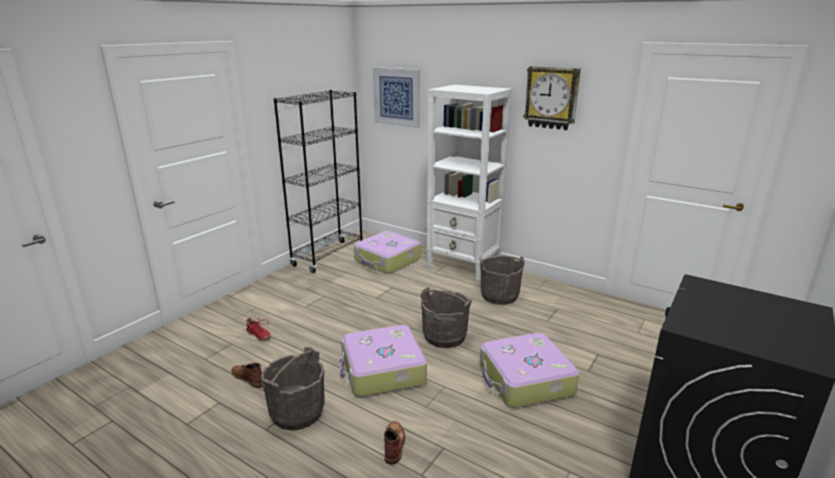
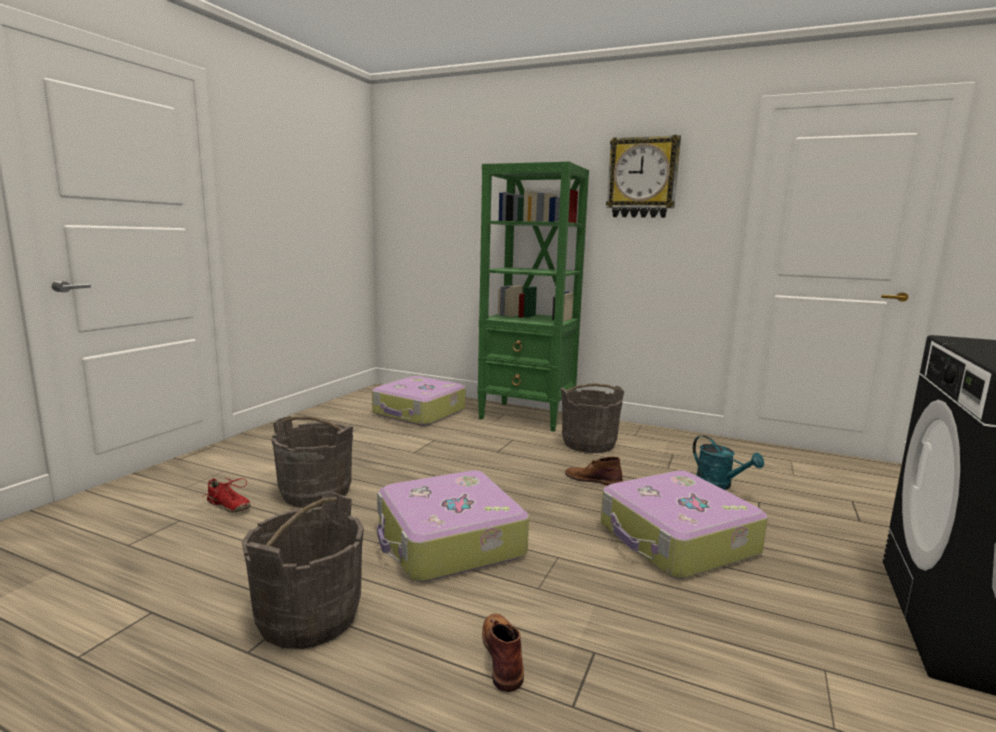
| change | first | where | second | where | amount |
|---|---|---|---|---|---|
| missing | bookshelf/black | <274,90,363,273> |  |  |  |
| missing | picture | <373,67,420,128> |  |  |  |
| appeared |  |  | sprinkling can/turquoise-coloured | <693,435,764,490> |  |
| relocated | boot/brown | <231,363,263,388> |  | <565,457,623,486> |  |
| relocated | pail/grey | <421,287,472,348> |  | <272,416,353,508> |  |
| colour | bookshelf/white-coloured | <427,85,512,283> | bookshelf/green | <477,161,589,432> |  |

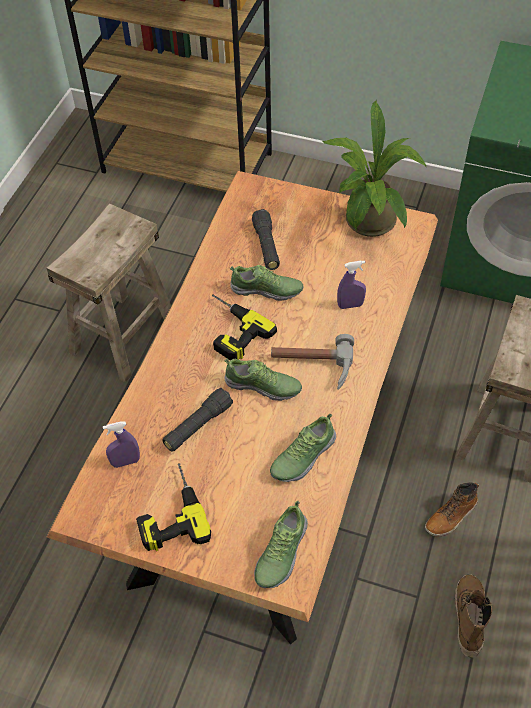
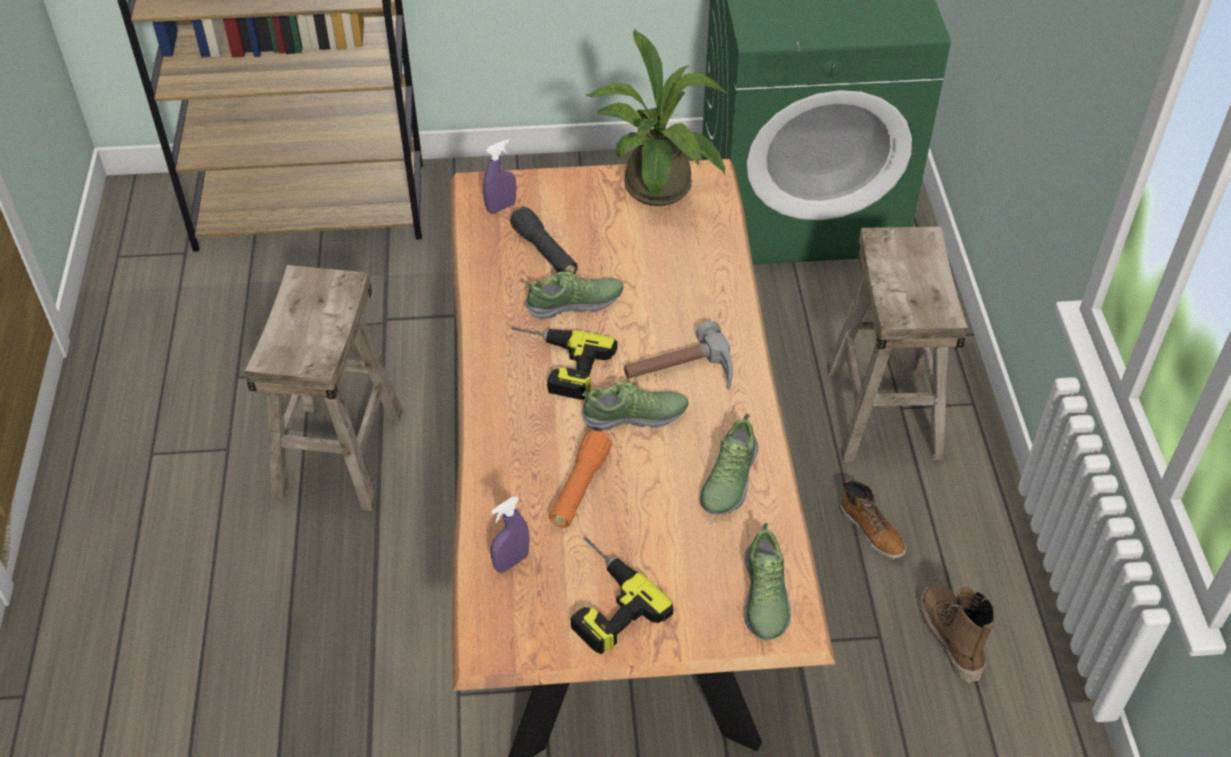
| change | first | where | second | where | amount |
|---|---|---|---|---|---|
| relocated | sprayer/purple-coloured | <337,260,366,309> |  | <483,140,516,213> |  |
| colour | hand torch/black | <162,388,233,451> | hand torch/orange-coloured | <549,430,612,528> |  |
| spun | boot | <425,482,479,537> |  | <839,480,906,559> | 60 degrees counterclockwise |

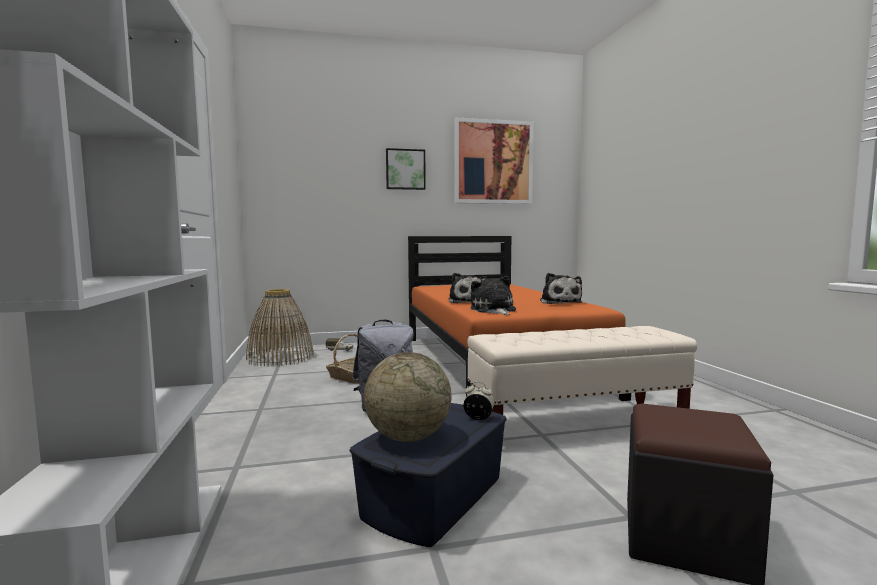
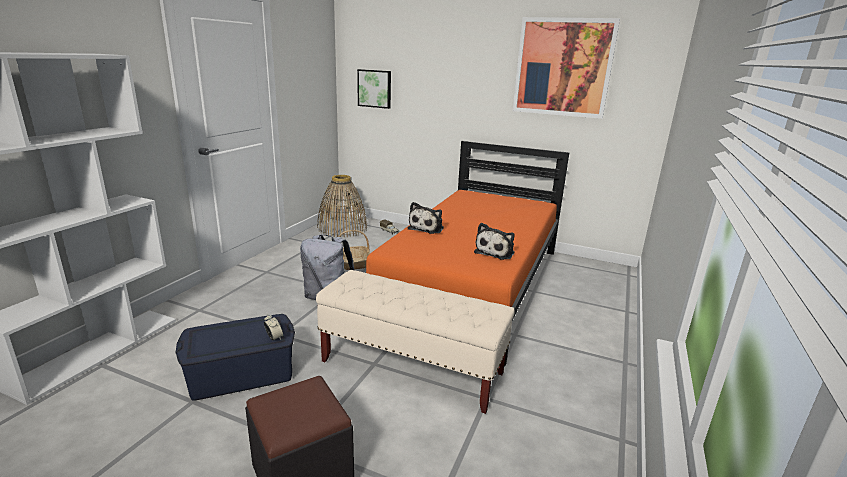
| change | first | where | second | where | amount |
|---|---|---|---|---|---|
| missing | world globe | <364,352,452,442> |  |  |  |
| missing | cuddly toy | <471,276,516,315> |  |  |  |
| relocated | picture | <386,148,426,190> |  | <357,69,391,109> |  |

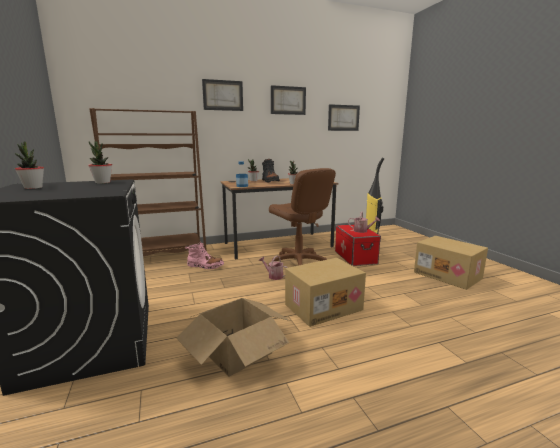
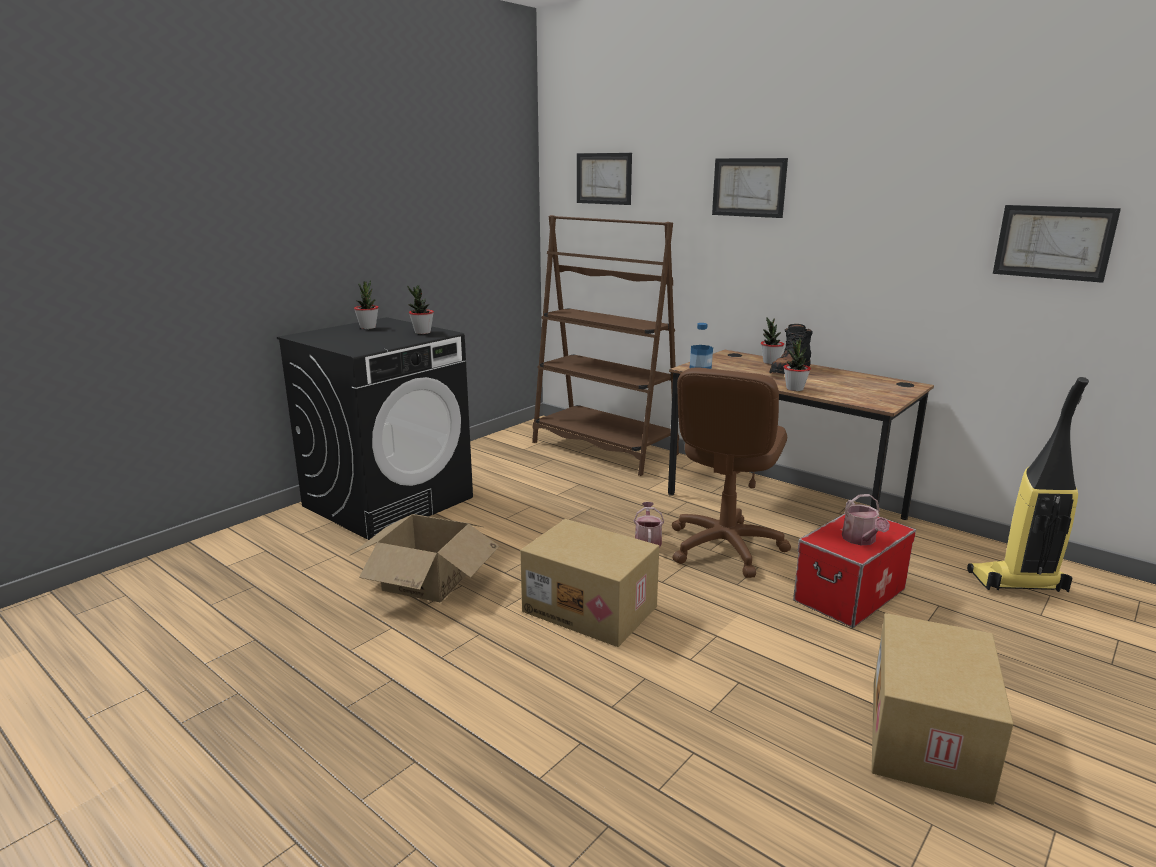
| change | first | where | second | where | amount |
|---|---|---|---|---|---|
| missing | boot/pink-coloured | <185,242,224,269> |  |  |  |
| relocated | picture | <271,85,306,115> |  | <577,153,632,205> |  |

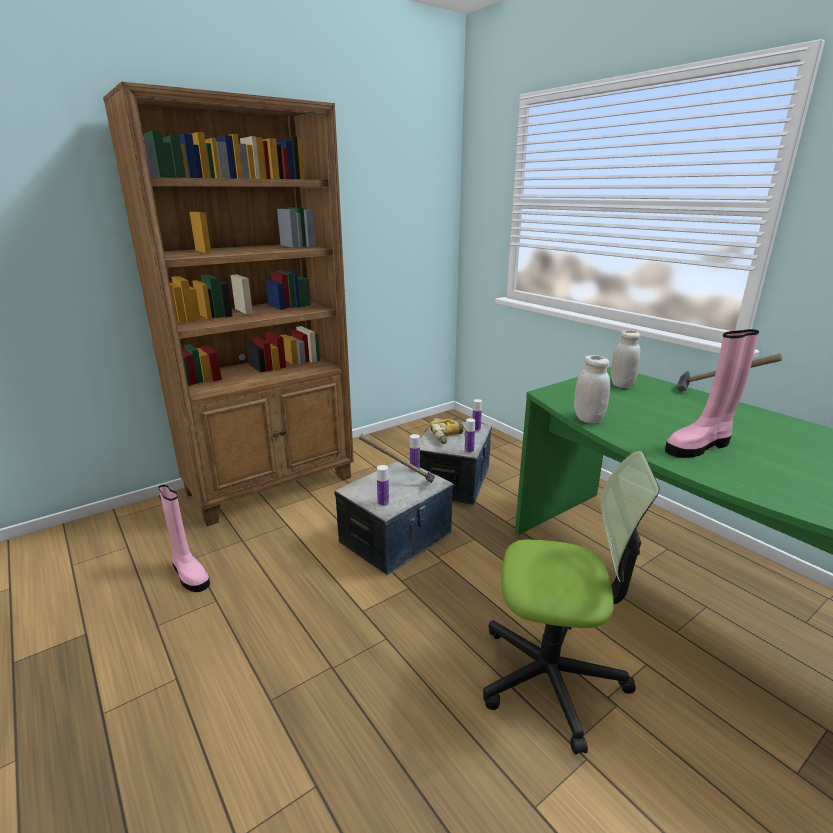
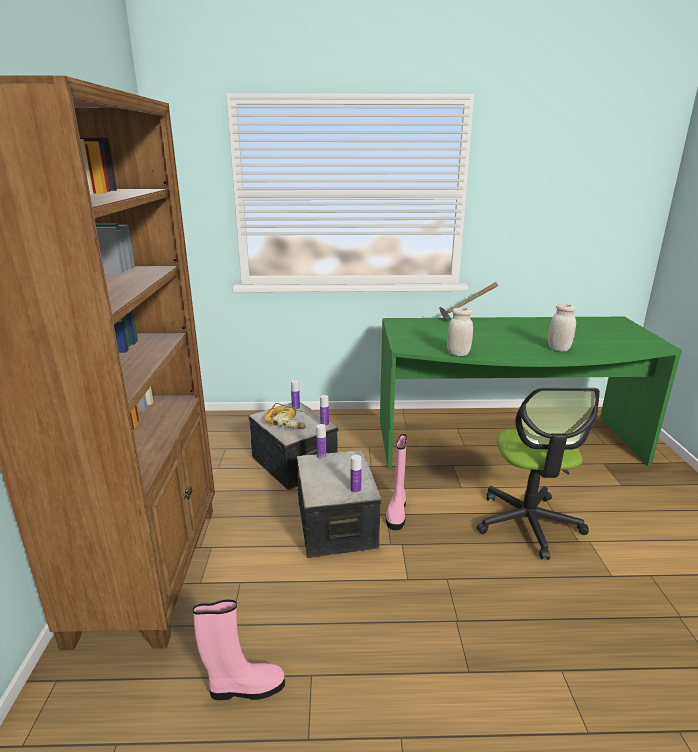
| change | first | where | second | where | amount |
|---|---|---|---|---|---|
| missing | hand hammer | <359,434,435,483> |  |  |  |
| relocated | preserve jar/white-coloured | <611,330,640,388> |  | <548,304,576,352> |  |
| relocated | boot/pink-coloured | <665,329,759,458> |  | <386,434,407,530> |  |
| spun | computer chair | <483,451,660,754> |  | <476,387,600,560> | 135 degrees clockwise |

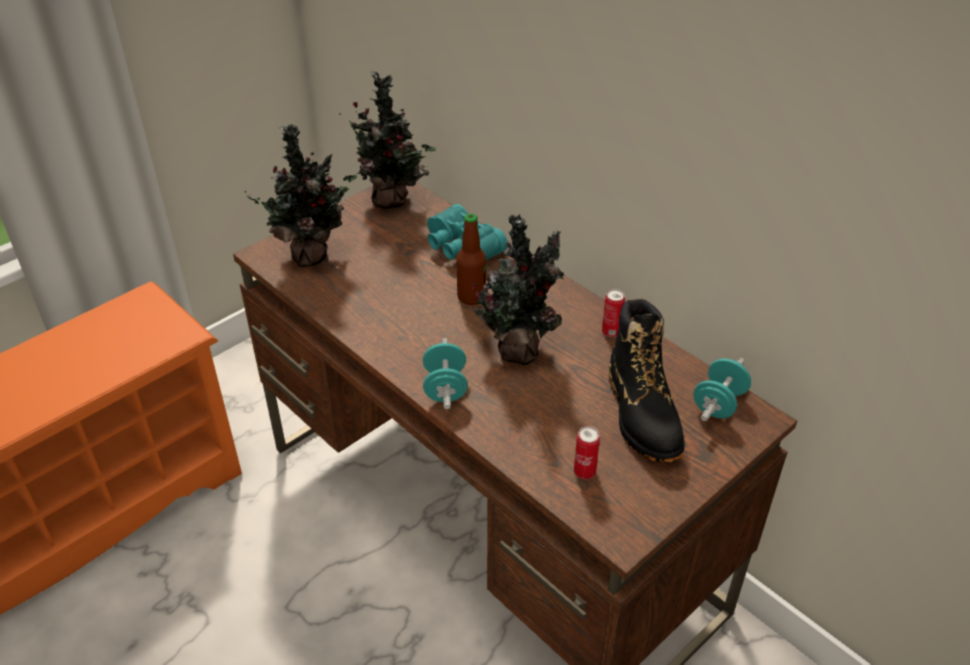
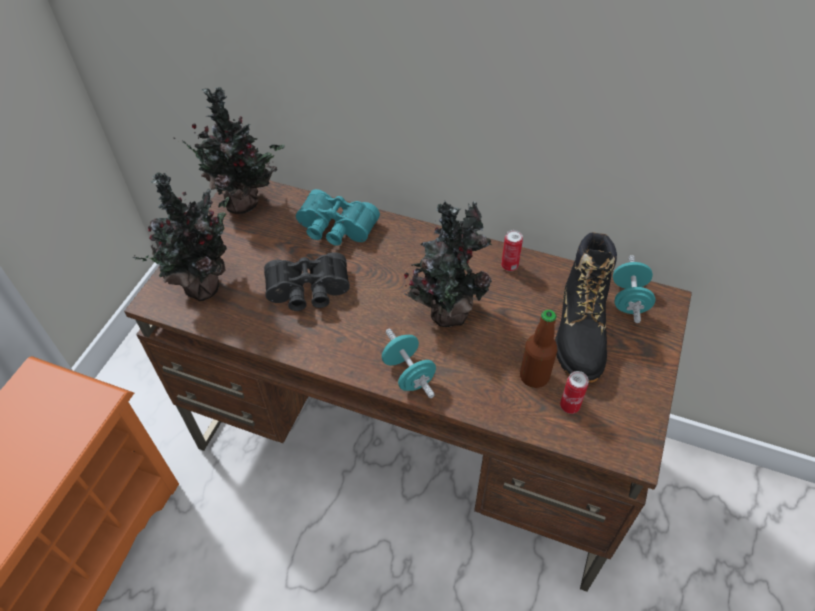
| change | first | where | second | where | amount |
|---|---|---|---|---|---|
| appeared |  |  | field glasses/black | <264,252,350,311> |  |
| relocated | bottle | <456,213,486,305> |  | <520,310,558,388> |  |
| spun | boot/black | <609,299,685,463> |  | <555,232,617,382> | 45 degrees clockwise |

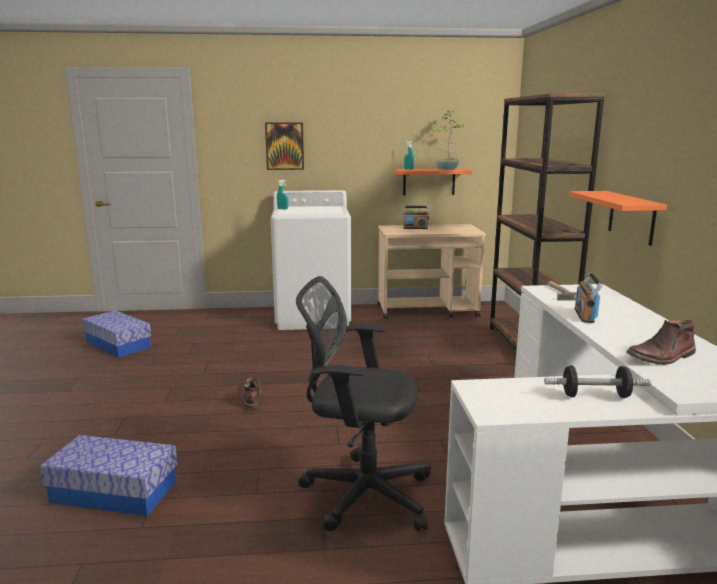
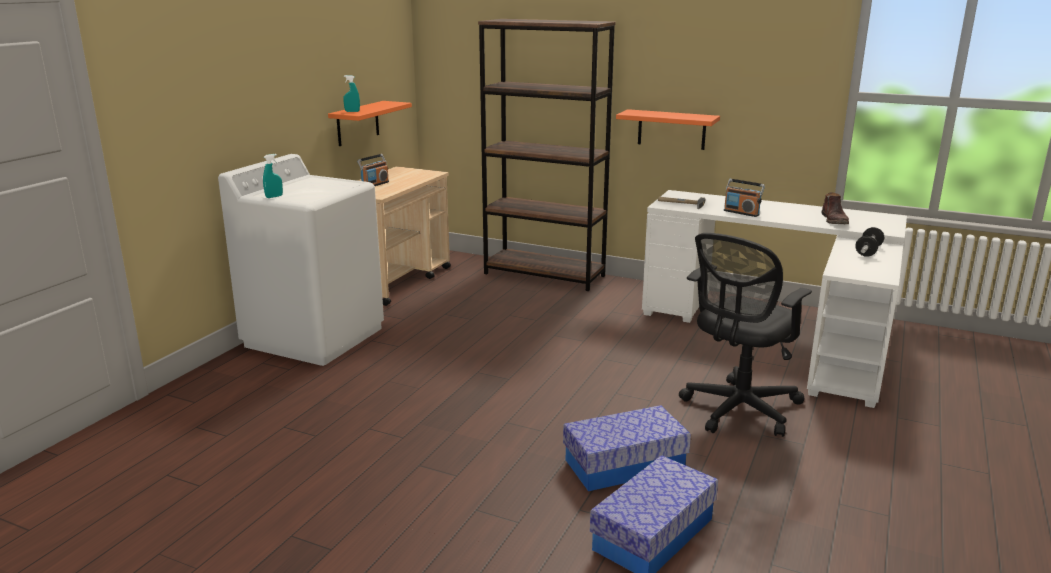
| change | first | where | second | where | amount |
|---|---|---|---|---|---|
| missing | boot/brown | <242,377,262,409> |  |  |  |
| missing | picture | <265,122,304,170> |  |  |  |
| missing | plant in a pot | <430,111,464,170> |  |  |  |
| relocated | storage bin | <82,310,151,358> |  | <563,405,691,491> |  |

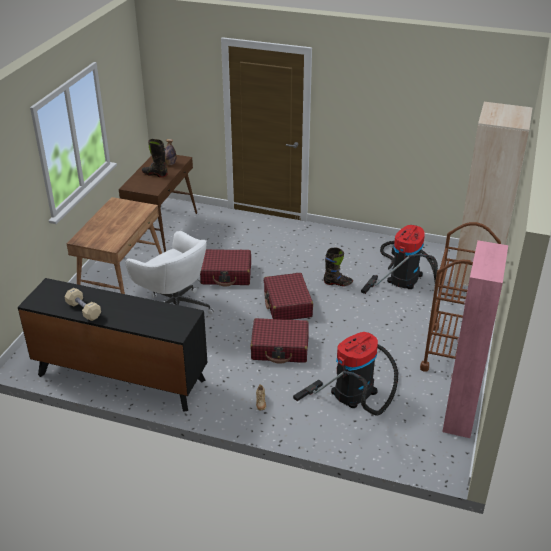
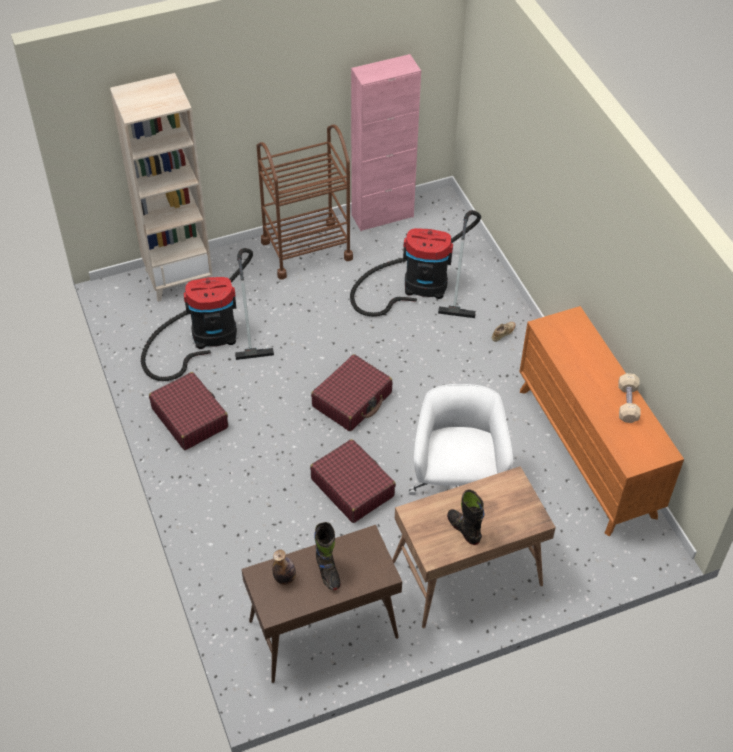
| change | first | where | second | where | amount |
|---|---|---|---|---|---|
| relocated | suitcase/red | <250,318,309,364> |  | <149,372,228,450> |  |
| relocated | boot/black | <323,248,353,286> |  | <447,490,484,545> |  |
| colour | chest of drawers/black | <18,278,208,412> | chest of drawers/orange-coloured | <519,306,684,536> |  |

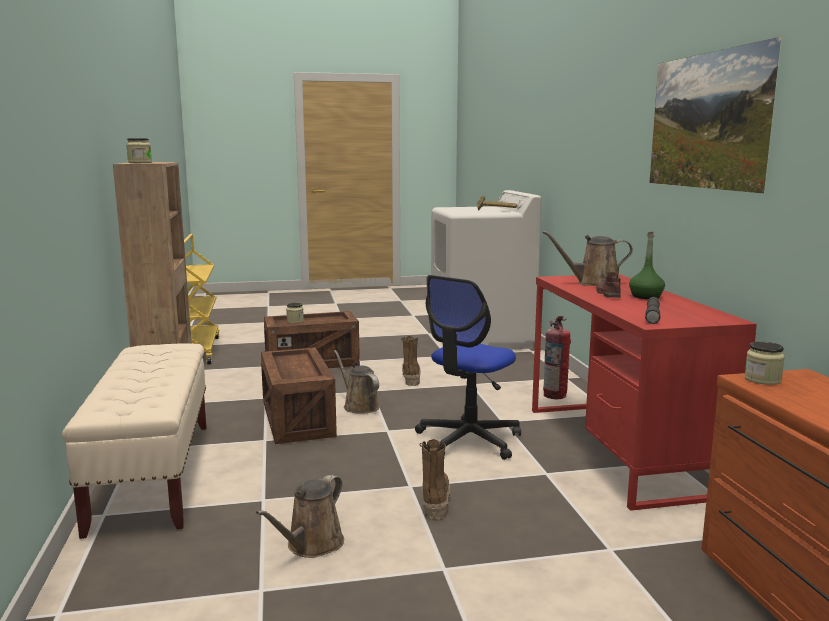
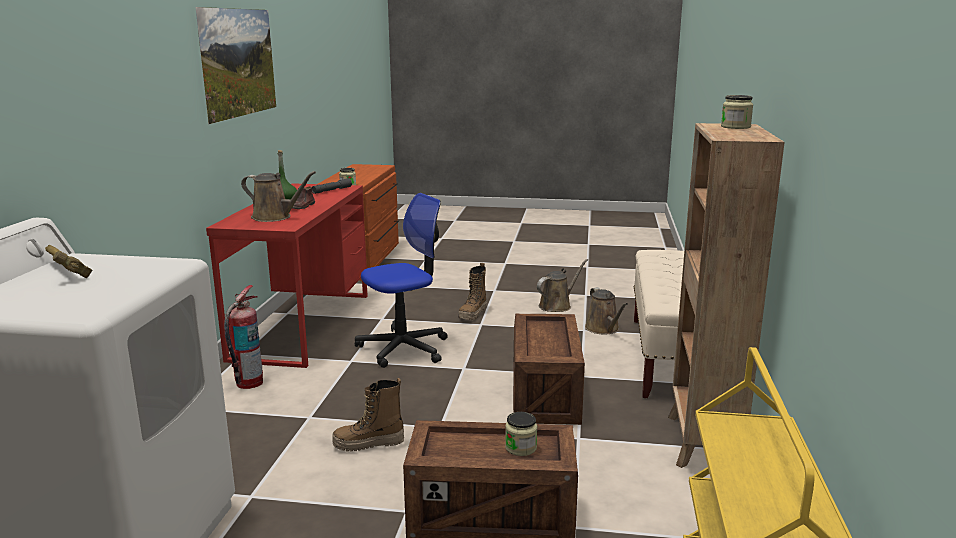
| change | first | where | second | where | amount |
|---|---|---|---|---|---|
| relocated | sprinkling can/brown | <334,350,380,414> |  | <585,287,628,334> |  |
| spun | boot | <401,336,421,386> |  | <332,378,404,452> | 60 degrees clockwise |

